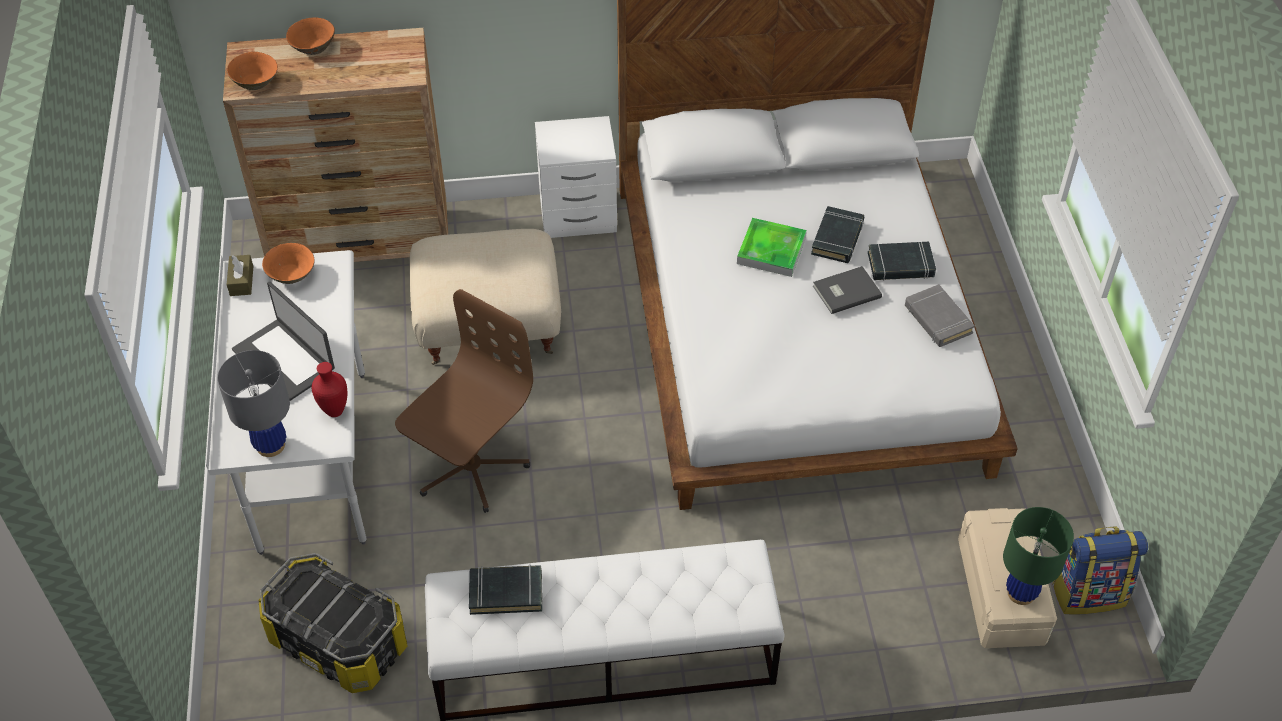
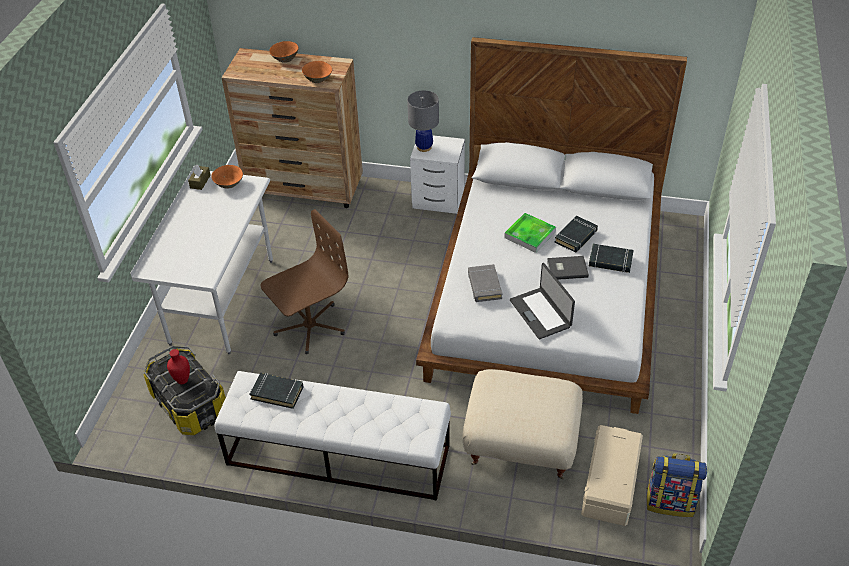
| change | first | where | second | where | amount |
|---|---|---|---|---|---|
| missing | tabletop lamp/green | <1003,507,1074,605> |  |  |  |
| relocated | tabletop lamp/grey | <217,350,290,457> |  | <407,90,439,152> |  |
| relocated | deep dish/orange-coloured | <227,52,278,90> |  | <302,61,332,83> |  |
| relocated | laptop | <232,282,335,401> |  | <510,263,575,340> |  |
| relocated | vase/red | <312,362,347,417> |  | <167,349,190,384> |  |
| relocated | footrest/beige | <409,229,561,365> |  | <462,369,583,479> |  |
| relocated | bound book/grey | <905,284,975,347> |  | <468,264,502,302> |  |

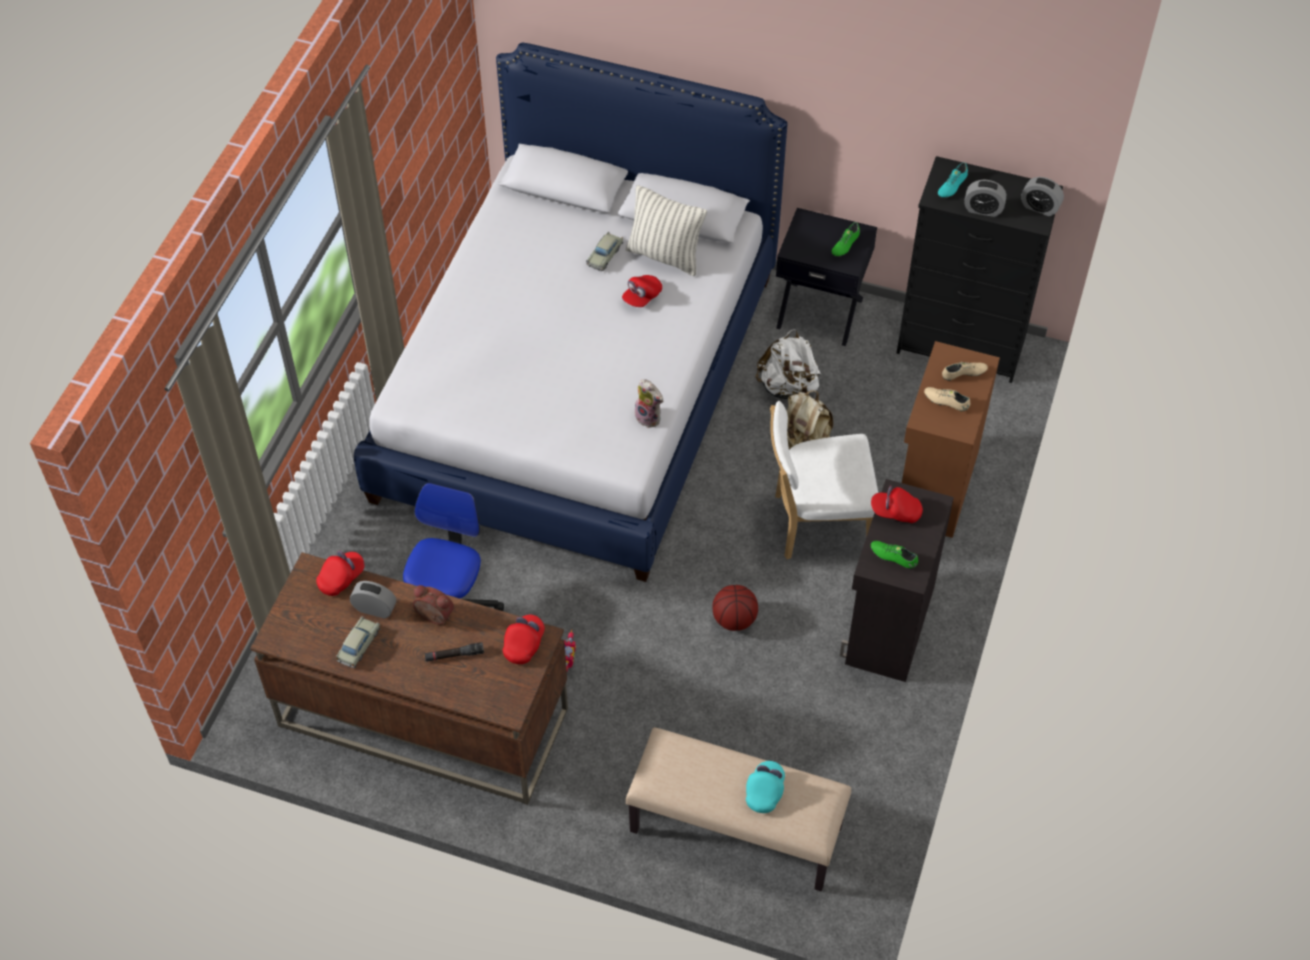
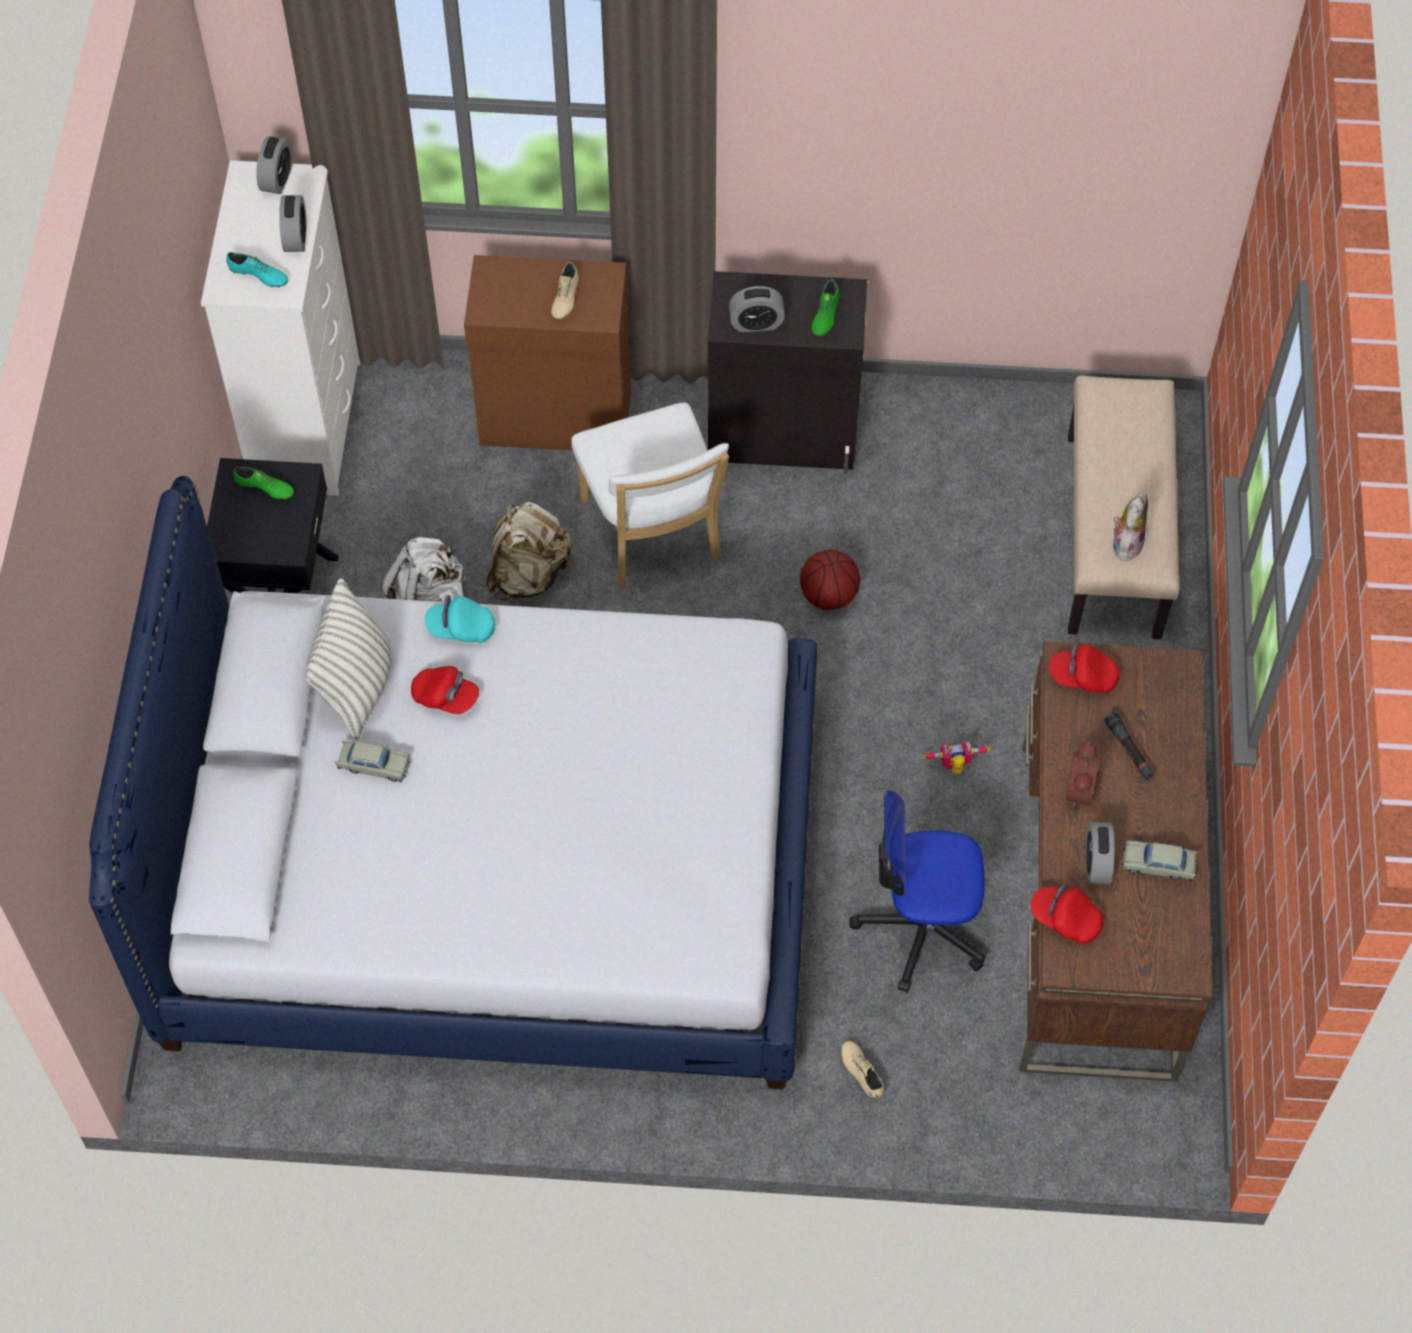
| change | first | where | second | where | amount |
|---|---|---|---|---|---|
| relocated | cuddly toy | <634,379,664,428> |  | <1113,492,1148,561> |  |
| relocated | cap/turquoise-coloured | <746,761,785,813> |  | <425,595,495,643> |  |
| relocated | item of footwear/beige | <942,362,988,381> |  | <841,1041,884,1099> |  |
| exchanged | cap/red | <871,485,923,523> | bedside clock | <729,286,785,332> |  |
| colour | chest of drawers/black | <897,156,1063,383> | chest of drawers/white-coloured | <201,160,360,496> |  |

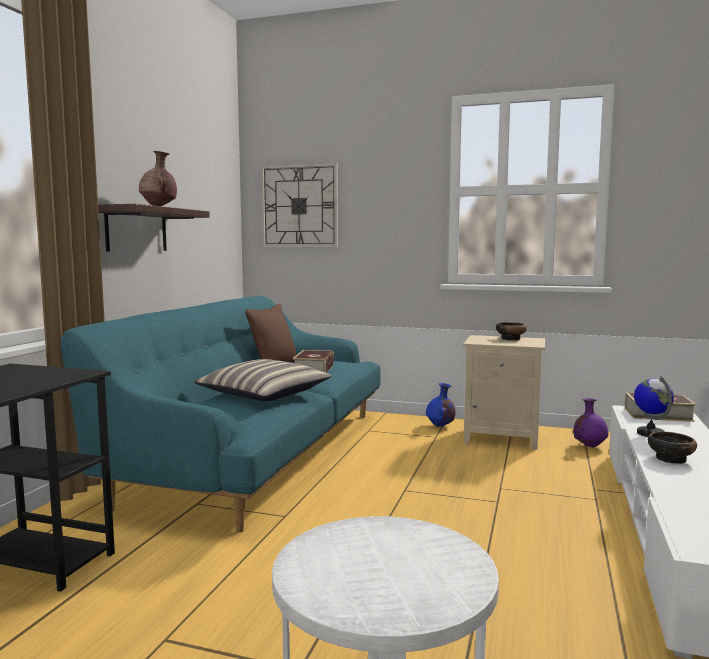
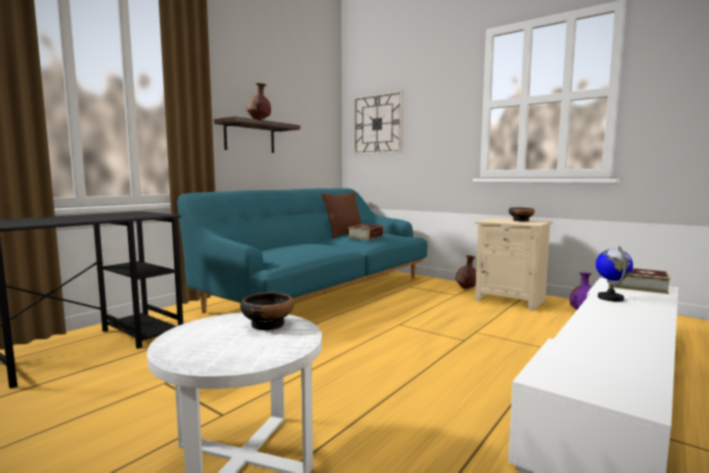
| change | first | where | second | where | amount |
|---|---|---|---|---|---|
| missing | throw pillow | <194,359,332,401> |  |  |  |
| relocated | deep dish | <648,432,697,464> |  | <240,293,294,330> |  |
| colour | vase/blue | <426,383,456,427> | vase/brown | <455,255,476,289> |  |

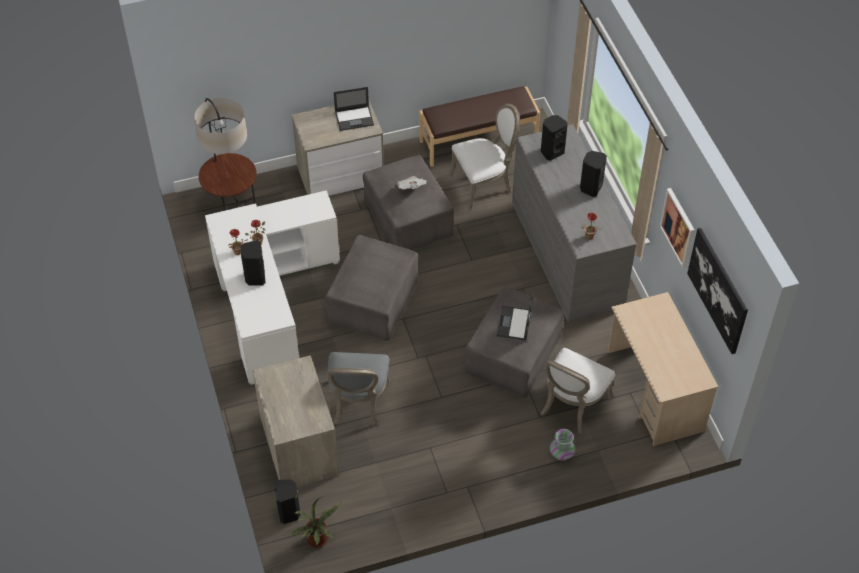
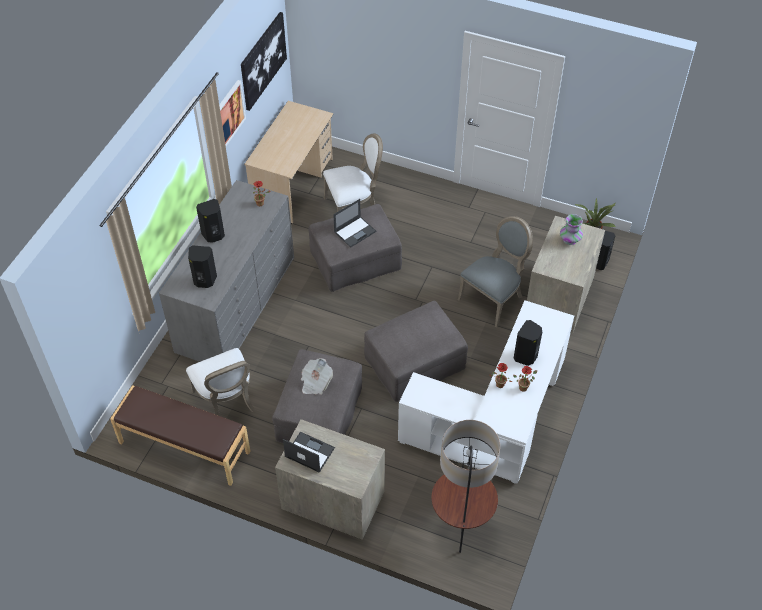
| change | first | where | second | where | amount |
|---|---|---|---|---|---|
| relocated | vase | <550,429,575,461> |  | <560,214,583,245> |  |
| spun | chair/white-coloured | <450,104,520,210> |  | <186,348,256,416> | 135 degrees counterclockwise |

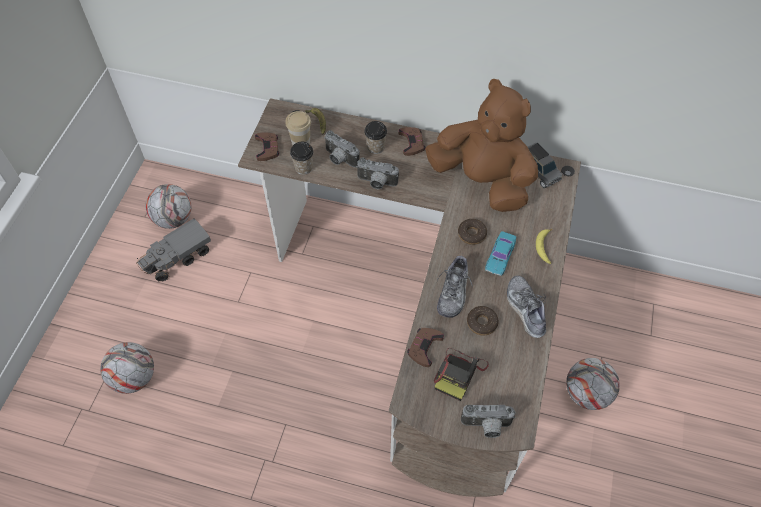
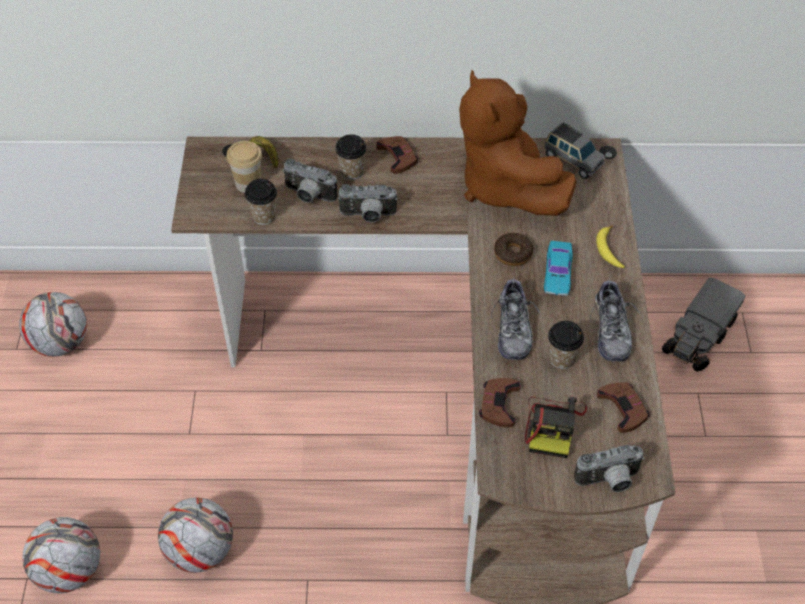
| change | first | where | second | where | amount |
|---|---|---|---|---|---|
| relocated | model truck | <136,218,211,282> |  | <662,278,746,372> |  |
| relocated | joypad/brown | <255,132,279,161> |  | <597,383,650,433> |  |
| relocated | ball for football | <566,358,620,410> |  | <158,498,233,573> |  |
| exchanged | ring doughnut | <467,306,499,335> | cup | <548,320,584,369> |  |
| spun | cuddly toy/brown | <425,79,538,212> |  | <459,70,576,216> | 135 degrees counterclockwise |
| spun | item of footwear | <507,276,546,338> |  | <590,276,640,362> | 150 degrees counterclockwise |

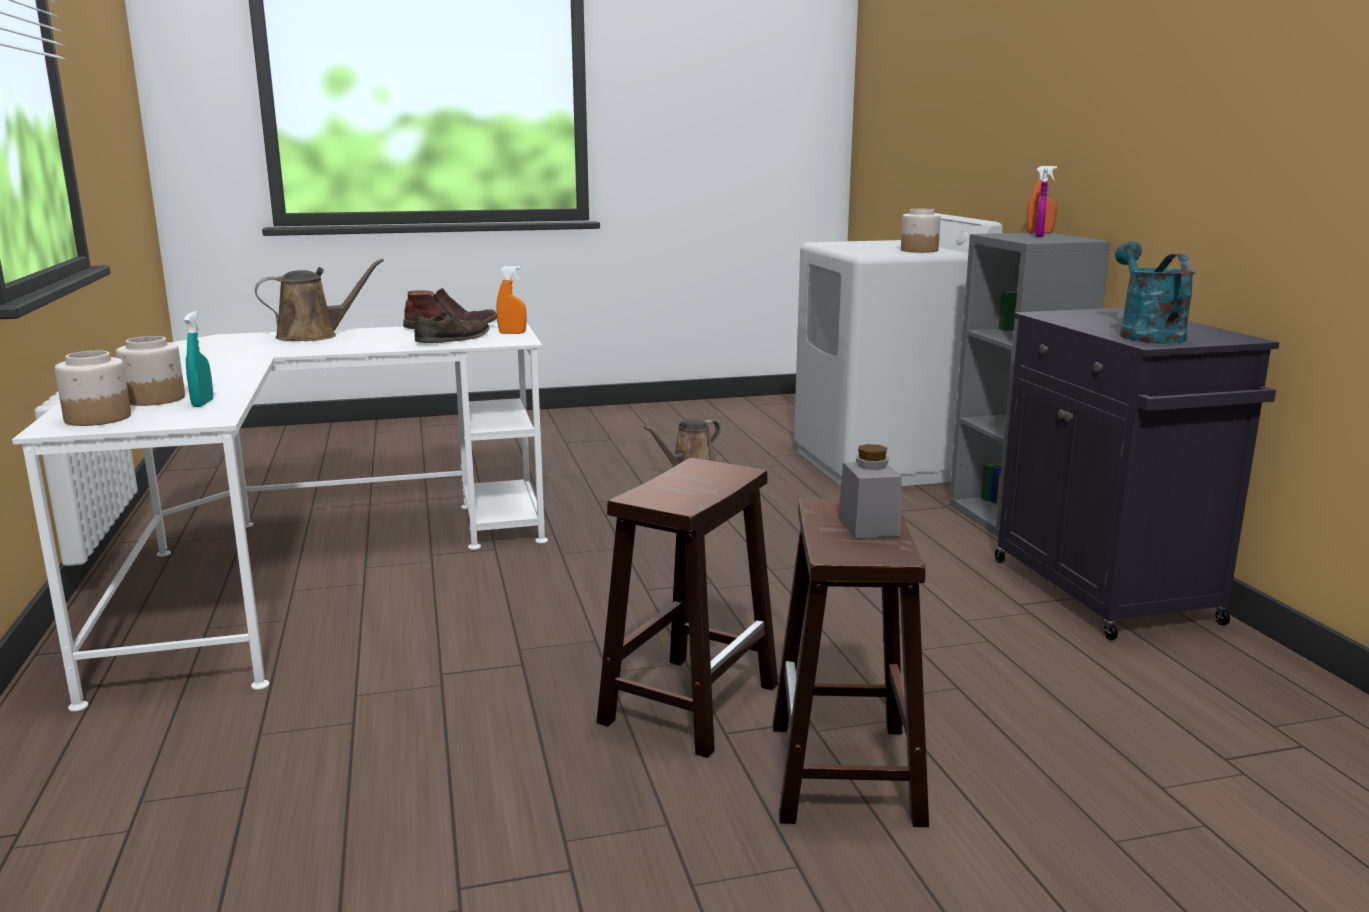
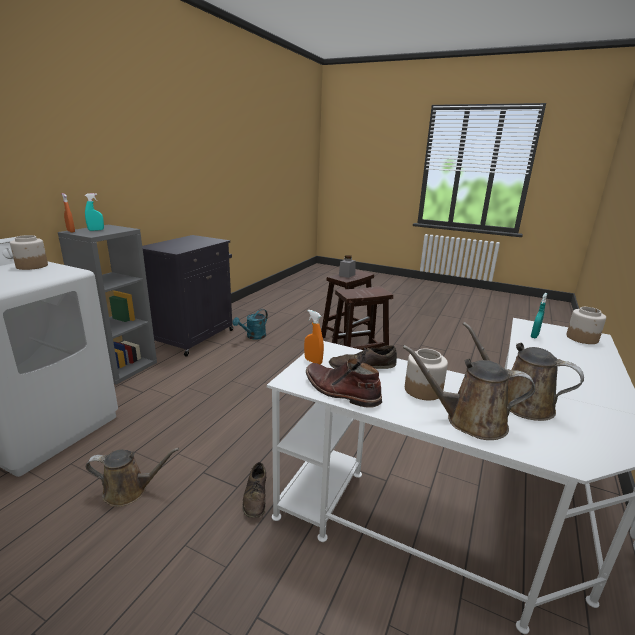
| change | first | where | second | where | amount |
|---|---|---|---|---|---|
| appeared |  |  | item of footwear/brown | <242,462,266,518> |  |
| appeared |  |  | sprinkling can/brown | <463,322,584,421> |  |
| relocated | preserve jar | <116,336,185,406> |  | <405,349,448,400> |  |
| relocated | sprinkling can/turquoise-coloured | <1115,242,1195,344> |  | <233,309,268,340> |  |
| colour | sprayer/purple-coloured | <1035,167,1048,237> | sprayer/turquoise-coloured | <85,193,104,231> |  |

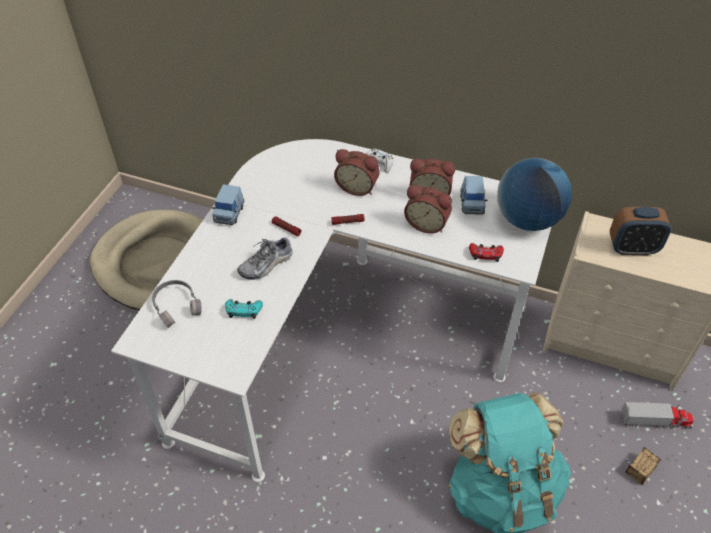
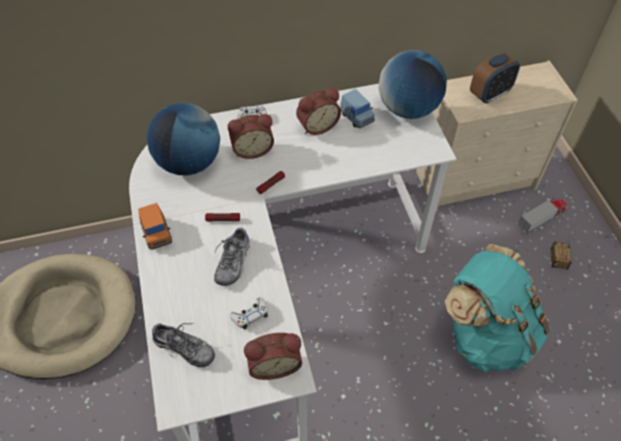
| change | first | where | second | where | amount |
|---|---|---|---|---|---|
| missing | joypad/red | <469,243,504,262> |  |  |  |
| appeared |  |  | world globe | <147,103,220,175> |  |
| relocated | bedside clock | <404,185,452,233> |  | <244,333,302,380> |  |
| exchanged | headphones/grey | <152,280,202,328> | item of footwear | <152,323,215,367> |  |
| colour | model car/blue | <212,184,245,225> | model car/orange-coloured | <138,203,172,250> |  |
| colour | joypad/turquoise-coloured | <225,299,263,319> | joypad/white-coloured | <230,297,268,329> |  |

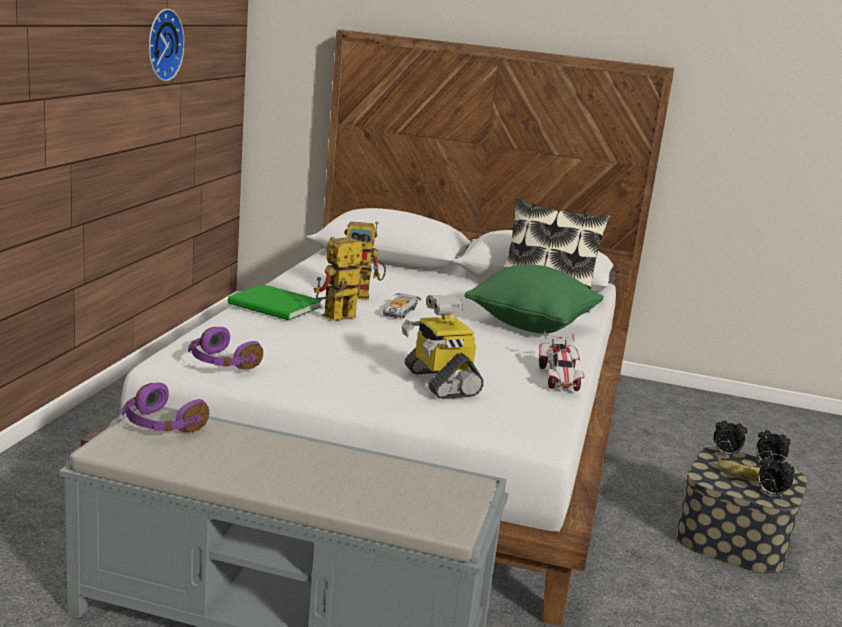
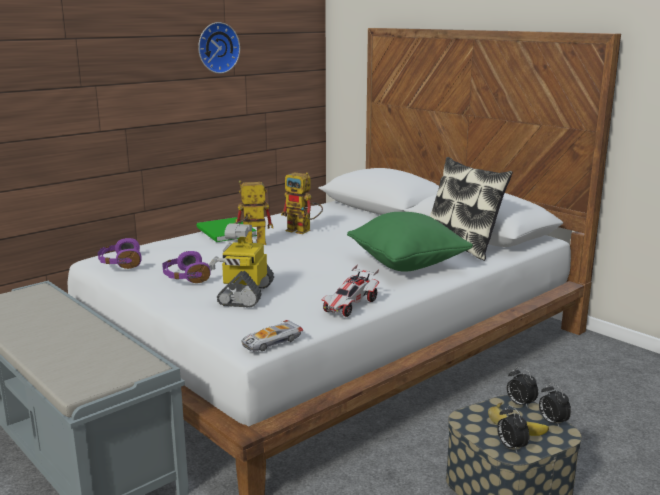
| change | first | where | second | where | amount |
|---|---|---|---|---|---|
| relocated | headphones/purple-coloured | <122,382,209,432> |  | <162,251,211,283> |  |
| relocated | model car | <383,293,421,319> |  | <241,320,303,352> |  |

